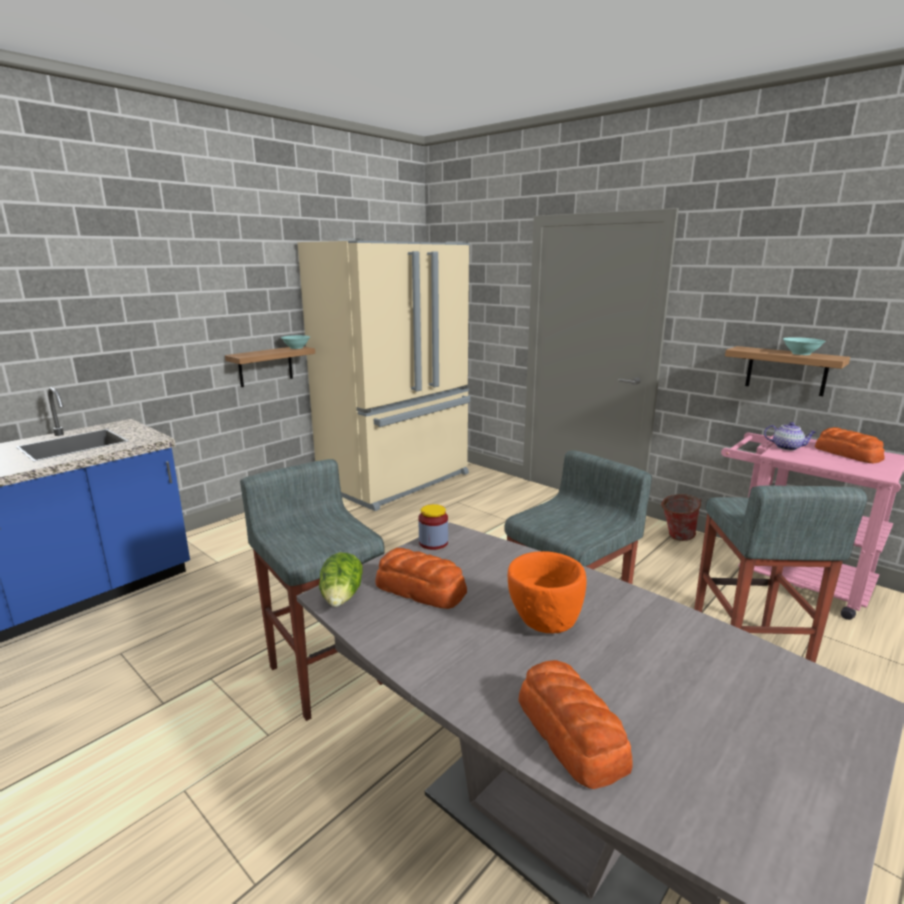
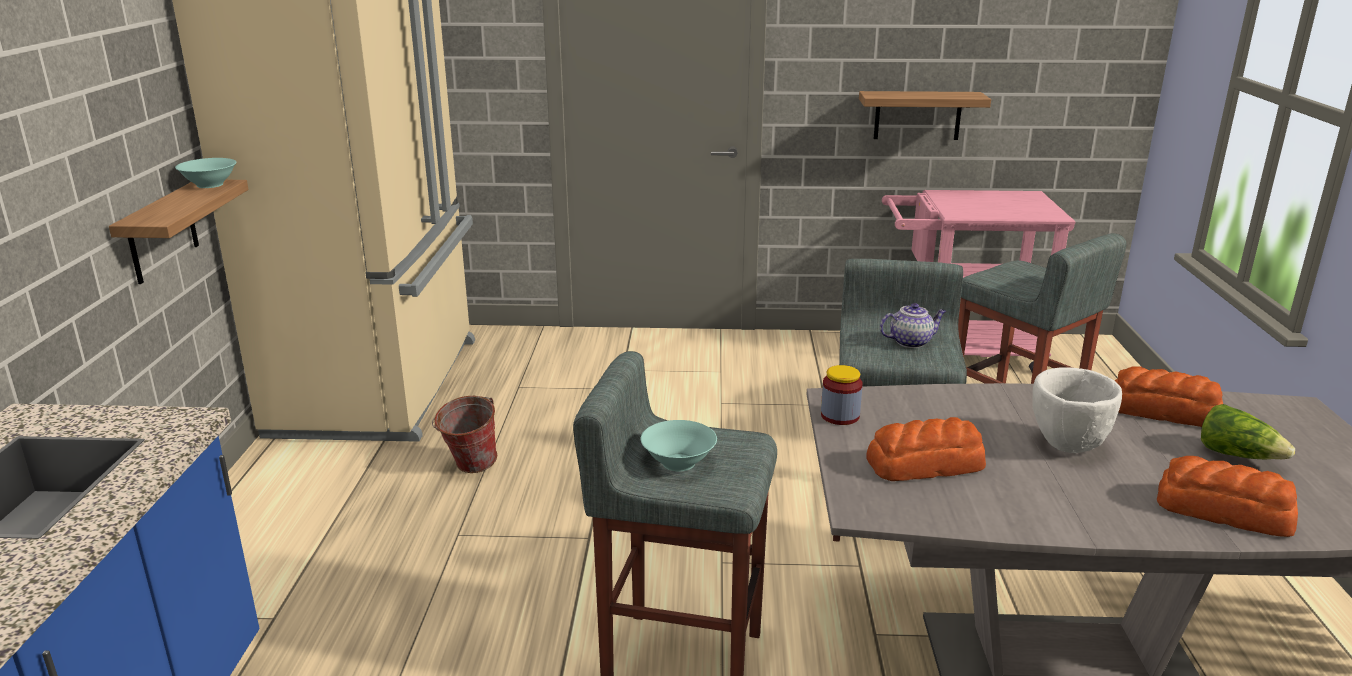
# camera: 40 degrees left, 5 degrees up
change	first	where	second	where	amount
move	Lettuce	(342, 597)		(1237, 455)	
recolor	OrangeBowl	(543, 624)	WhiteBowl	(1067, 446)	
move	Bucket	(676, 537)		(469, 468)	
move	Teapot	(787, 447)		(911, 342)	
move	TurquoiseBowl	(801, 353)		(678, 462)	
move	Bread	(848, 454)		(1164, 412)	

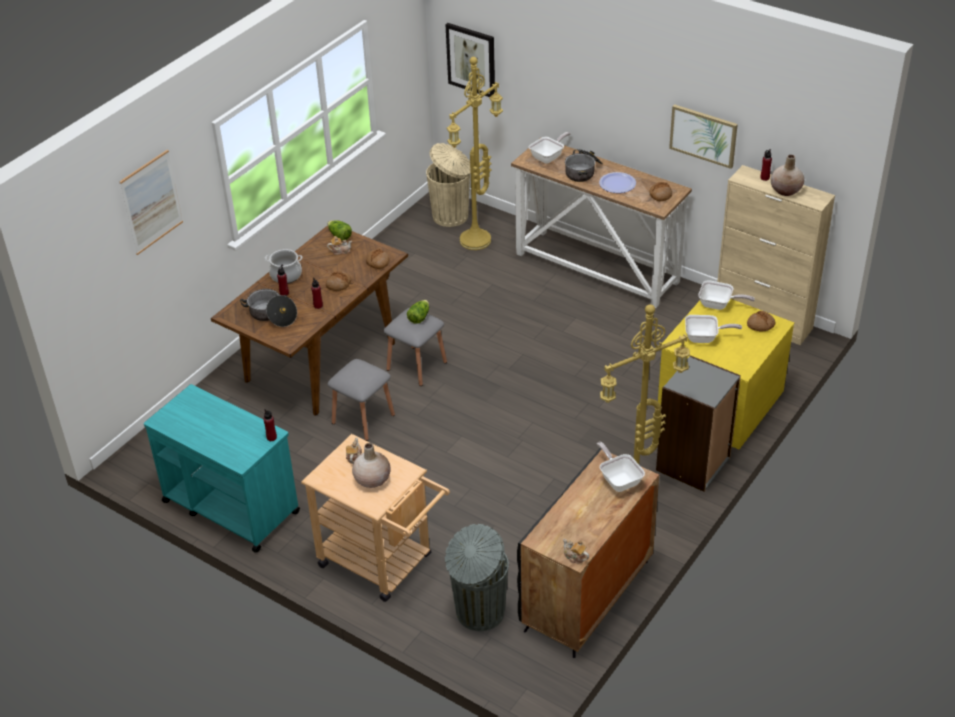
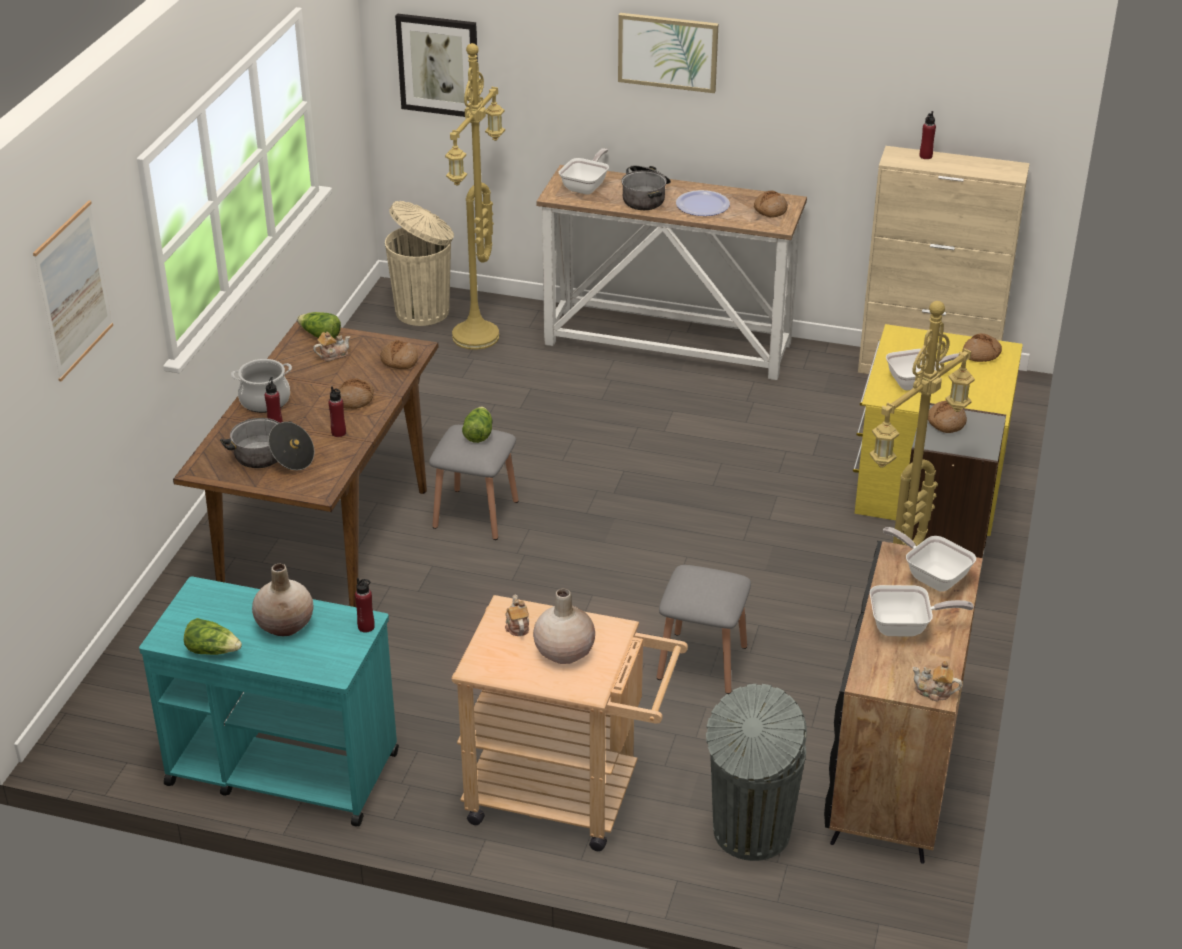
# camera: 20 degrees left, 5 degrees down
change	first	where	second	where	amount
move	GreyStool	(363, 419)		(702, 662)	
move	Picture	(703, 135)		(668, 52)	
move	FryingPan	(718, 305)		(906, 627)	
move	BeigeVase	(786, 190)		(285, 625)	
insert			Lettuce	(213, 650)	
insert			Bread	(945, 422)	

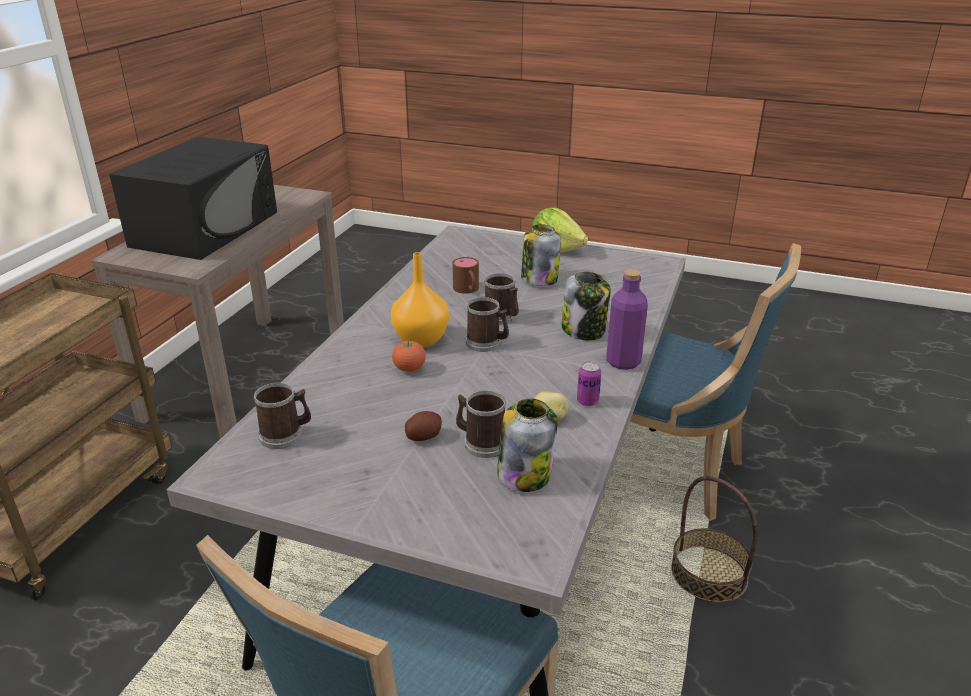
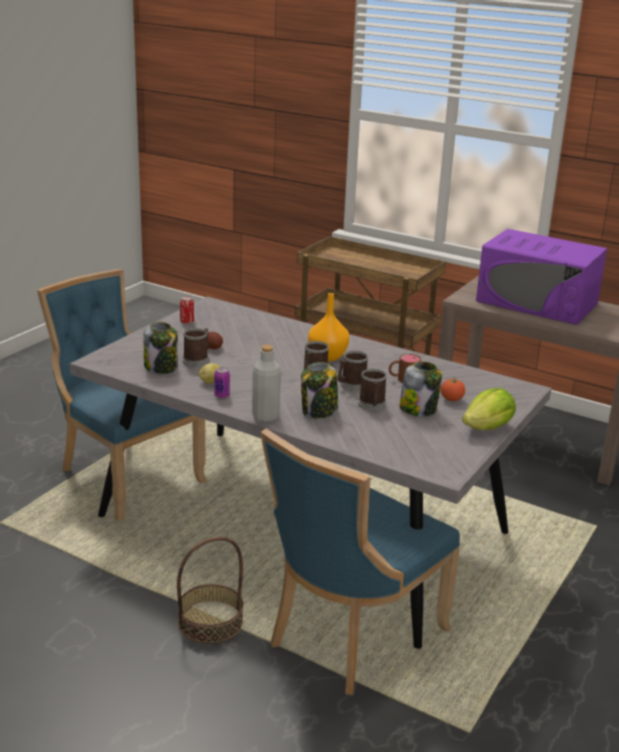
# camera: 100 degrees right, 5 degrees down
change	first	where	second	where	amount
recolor	BlackMicrowave	(206, 229)	PurpleMicrowave	(537, 302)	
move	Mug	(286, 435)		(372, 406)	
move	Tomato	(409, 369)		(451, 399)	
recolor	PurpleBottle	(623, 362)	GreyBottle	(265, 417)	
insert			Can	(187, 321)	

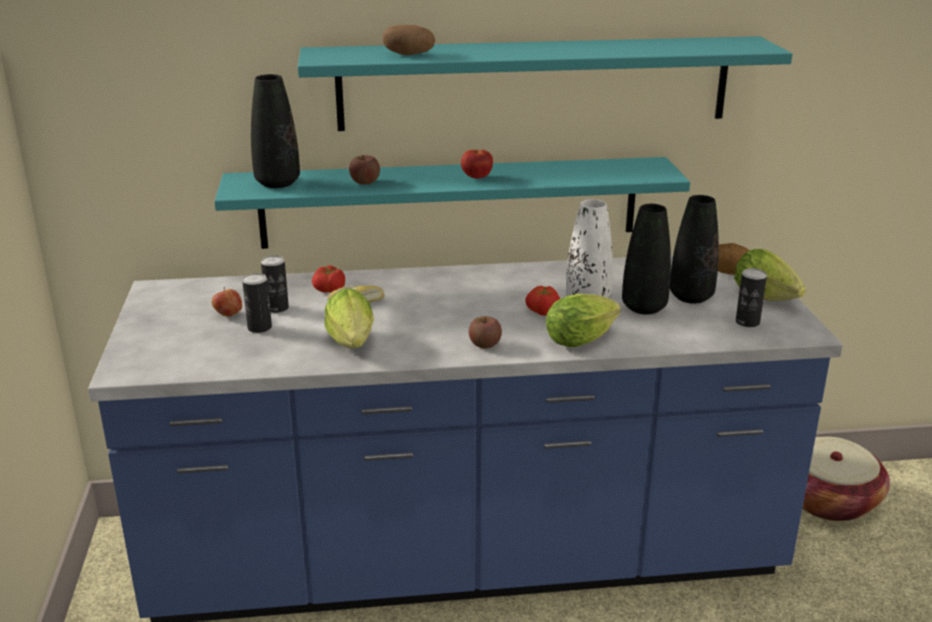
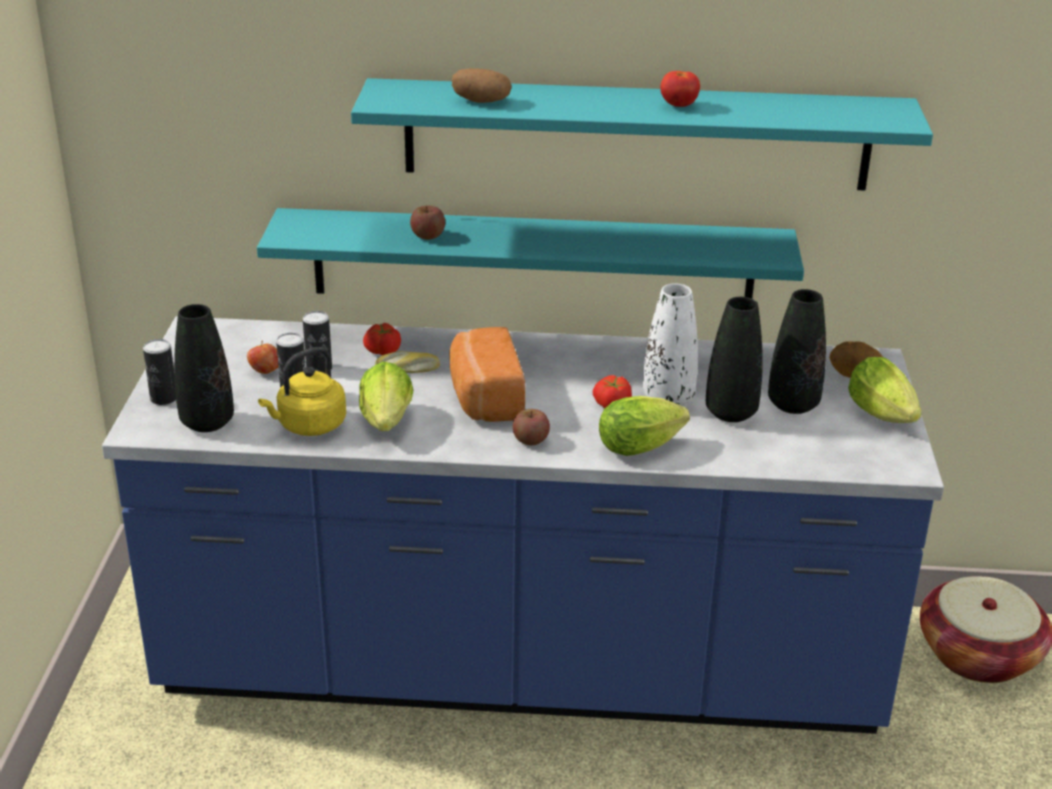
# camera: 10 degrees right, 5 degrees up
change	first	where	second	where	amount
move	BlackVase	(277, 183)		(207, 422)	
move	Tomato	(476, 177)		(678, 105)	
move	Can	(747, 322)		(163, 398)	
insert			YellowKettle	(308, 426)	
insert			Bread	(484, 399)	

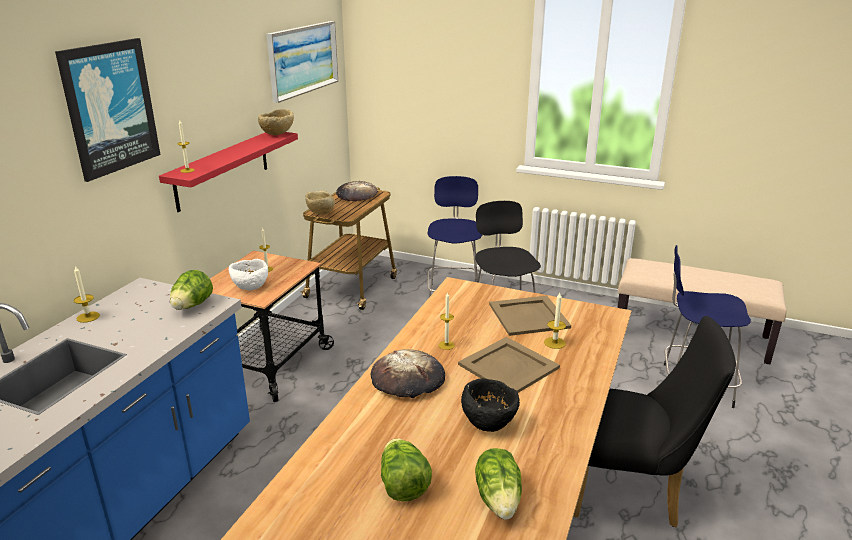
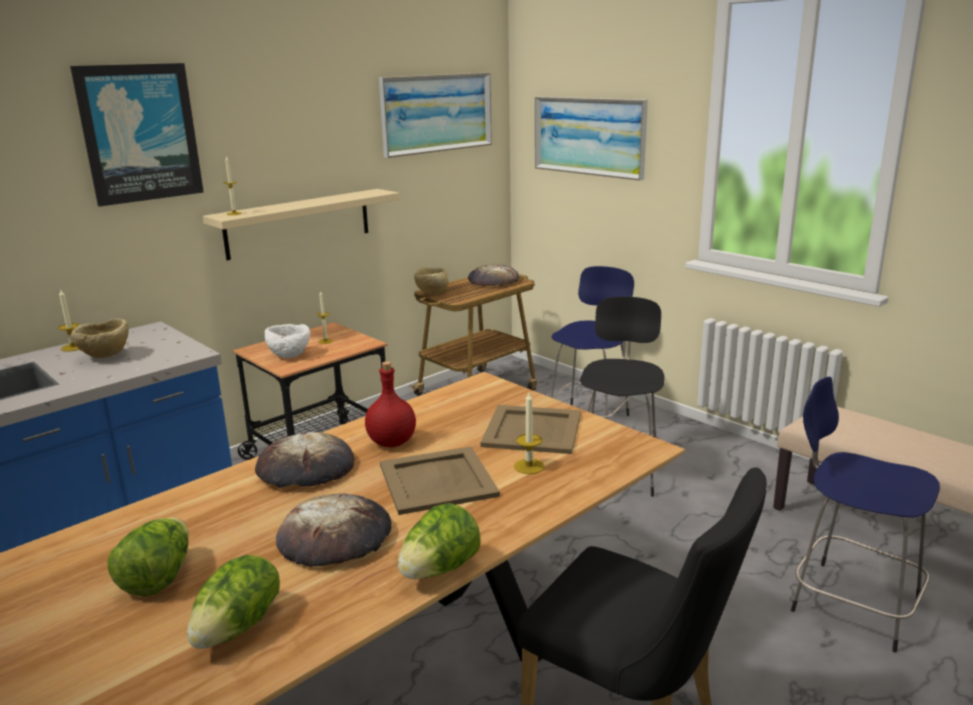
# camera: 25 degrees right, 5 degrees down
change	first	where	second	where	amount
recolor	RedShelf	(222, 169)	BeigeShelf	(299, 223)	
move	Lettuce	(192, 306)		(439, 570)	
move	BeigeBowl	(277, 135)		(105, 357)	
replace	Candle	(446, 345)	RedBottle	(392, 442)	
replace	BlackBowl	(489, 423)	Bread	(336, 537)	
insert			Picture	(589, 136)	

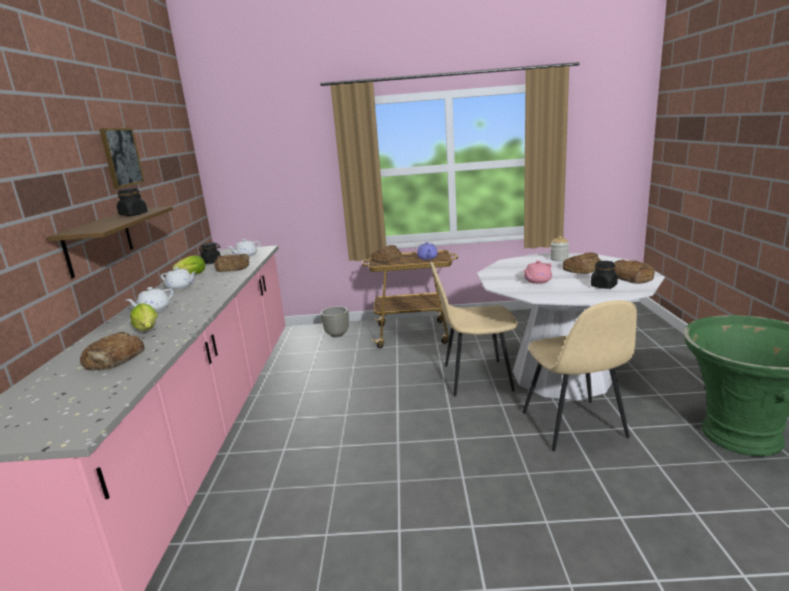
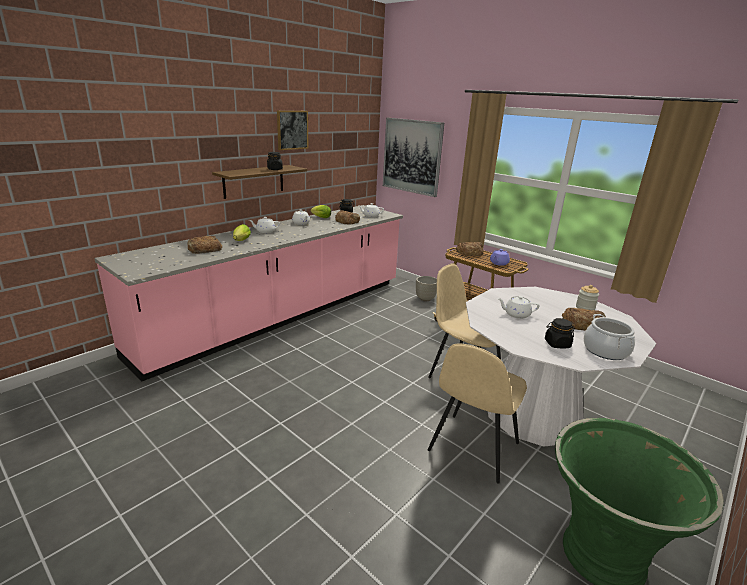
# camera: 40 degrees right, 5 degrees up
change	first	where	second	where	amount
recolor	PinkTeapot	(537, 281)	WhiteTeapot	(516, 314)	
replace	Bread	(632, 277)	CookingPot	(605, 350)	
insert			Picture	(412, 156)	

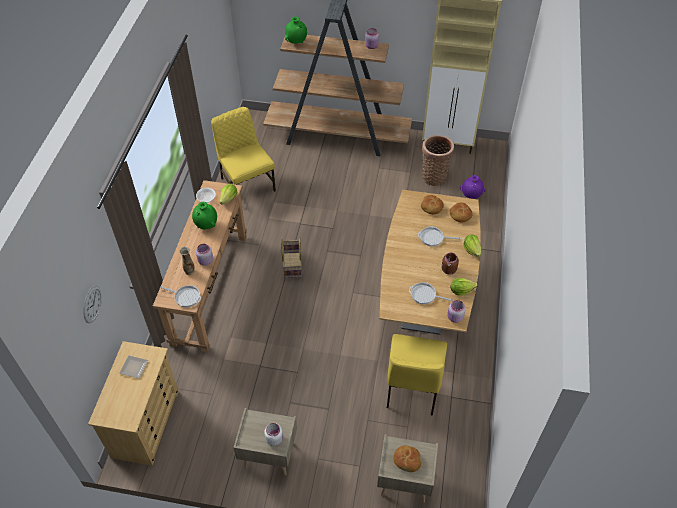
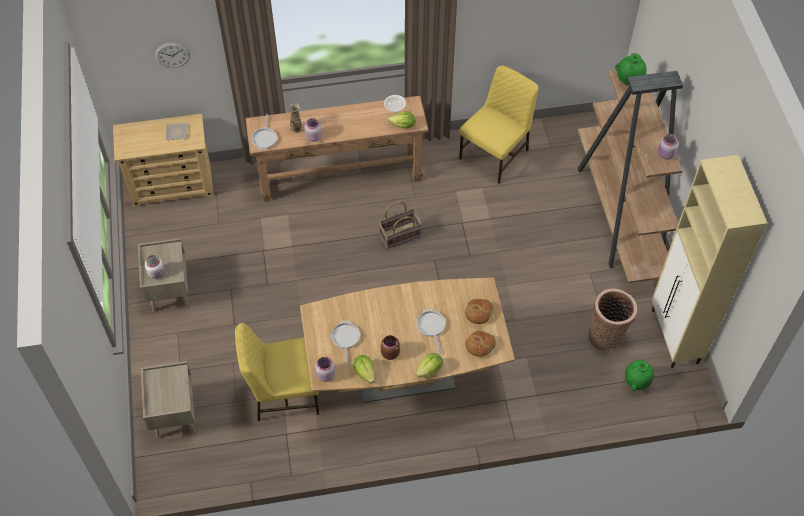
# camera: 70 degrees right, 5 degrees up
change	first	where	second	where	amount
move	GreenVase	(206, 225)		(636, 382)	
delete	Bread	(407, 460)			
delete	PurpleVase	(471, 196)			

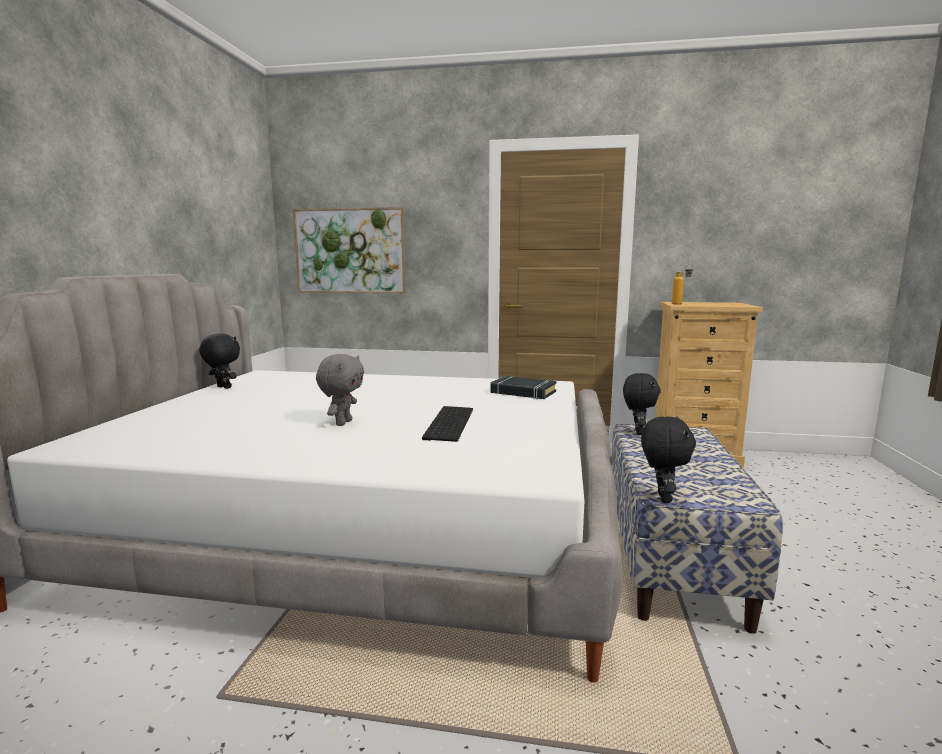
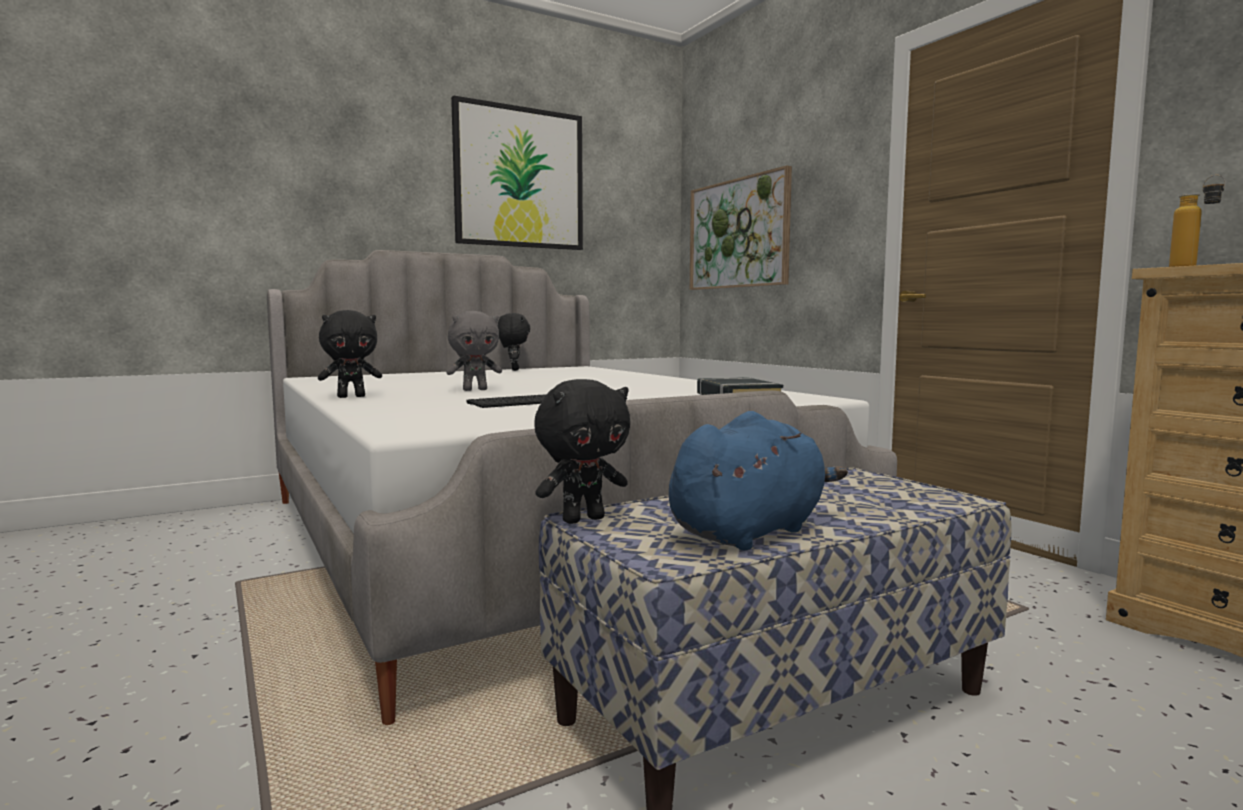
# camera: 50 degrees right, 5 degrees down
change	first	where	second	where	amount
move	BlackPlushToy	(637, 432)		(351, 396)	
insert			Picture	(519, 178)	
insert			BluePlushToy	(751, 531)	

